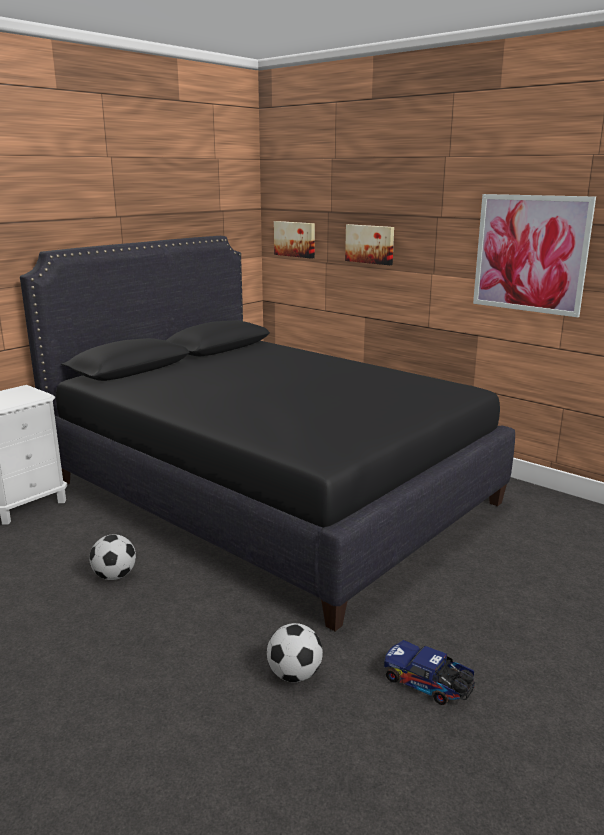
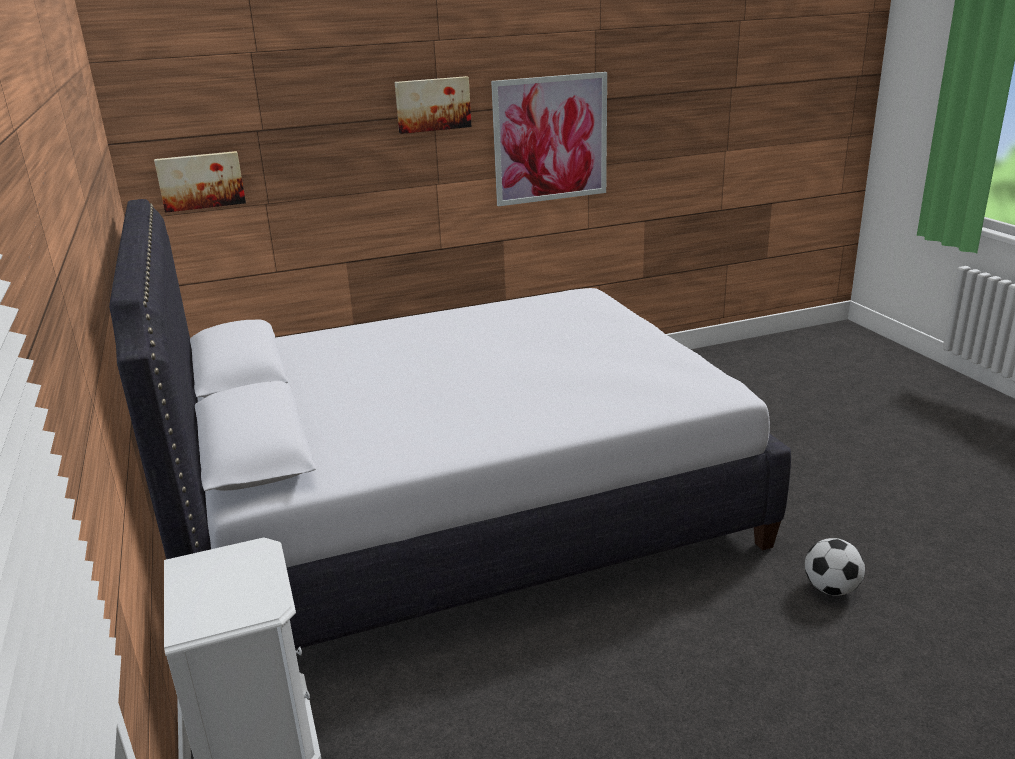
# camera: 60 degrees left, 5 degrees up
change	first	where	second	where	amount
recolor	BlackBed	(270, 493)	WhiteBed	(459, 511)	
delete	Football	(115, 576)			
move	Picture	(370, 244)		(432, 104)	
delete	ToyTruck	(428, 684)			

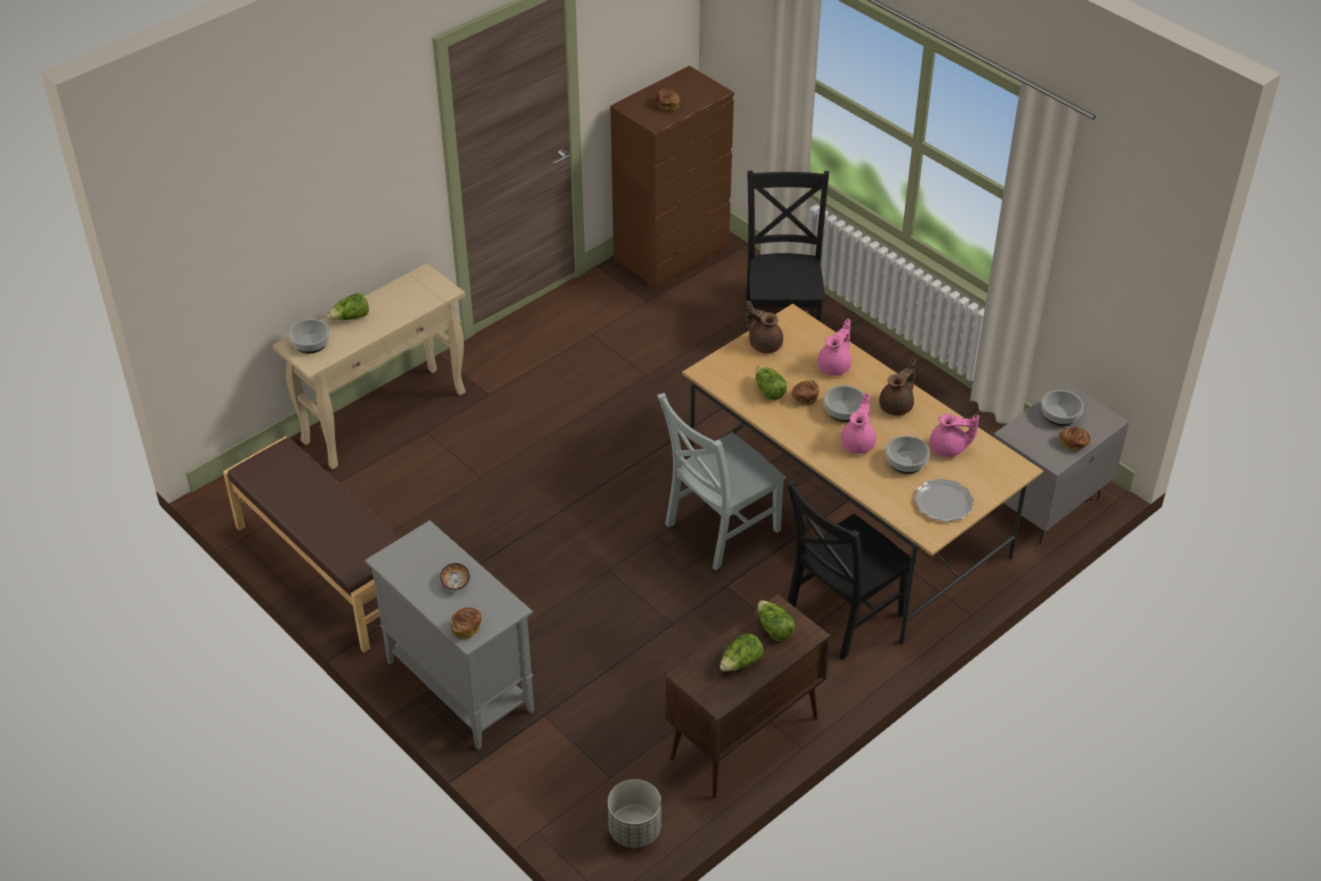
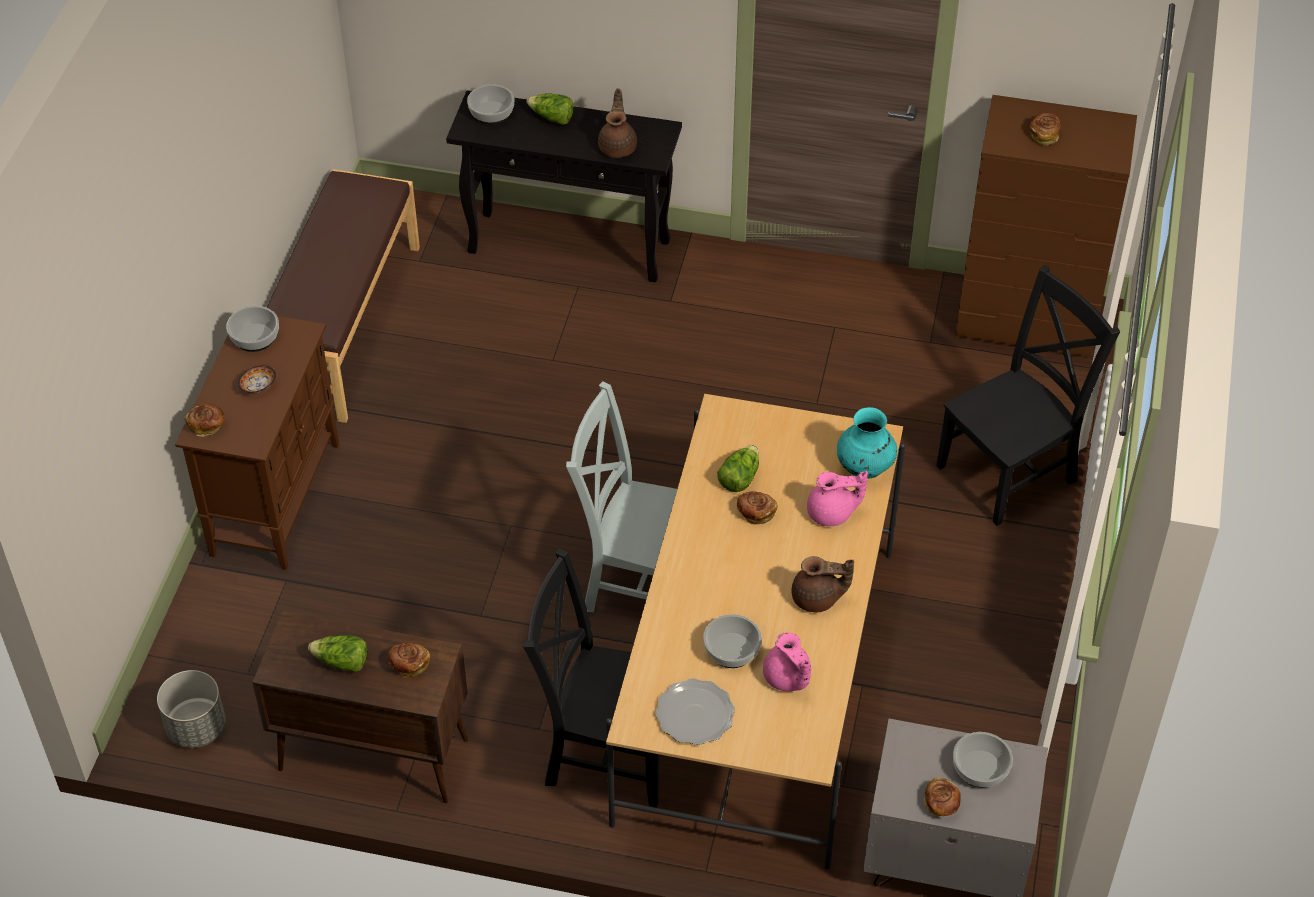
# camera: 55 degrees right, 5 degrees up
change	first	where	second	where	amount
recolor	BeigeConsoleTable	(385, 416)	BlackConsoleTable	(571, 247)	
recolor	GreyCabinet	(458, 685)	BrownCabinet	(276, 497)	
move	BrownTeapot	(764, 344)		(618, 146)	
replace	Lettuce	(773, 628)	Bread	(409, 665)	
move	Bowl	(844, 410)		(255, 337)	
delete	PinkTeapot	(858, 443)			
insert			TurquoiseVase	(864, 468)	

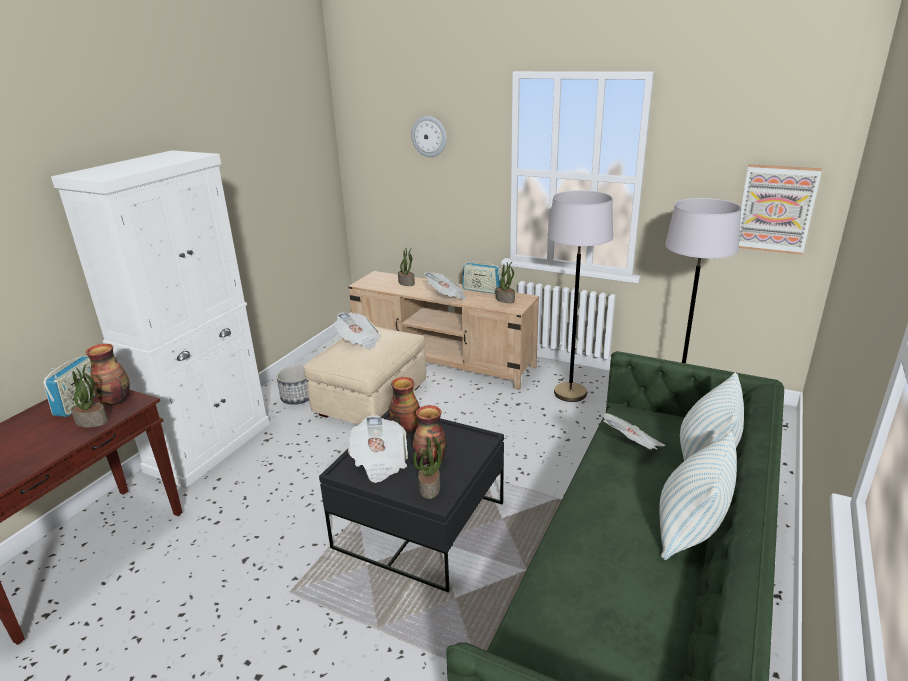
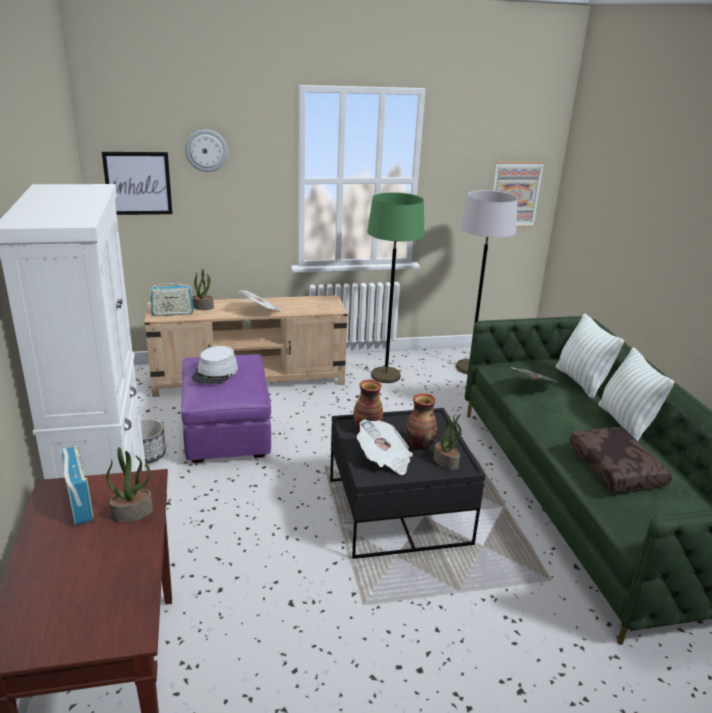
# camera: 40 degrees left, 0 degrees up
change	first	where	second	where	amount
delete	Vase	(116, 400)			
recolor	BeigeOttoman	(371, 400)	PurpleOttoman	(226, 433)	
replace	Newspaper	(359, 341)	GreyHat	(215, 373)	
move	Radio	(481, 290)		(172, 313)	
delete	PottedPlant	(505, 299)			
recolor	GreyFloorLamp	(570, 393)	GreenFloorLamp	(385, 376)	
insert			Picture	(138, 183)	
insert			BrownPillow	(617, 468)	

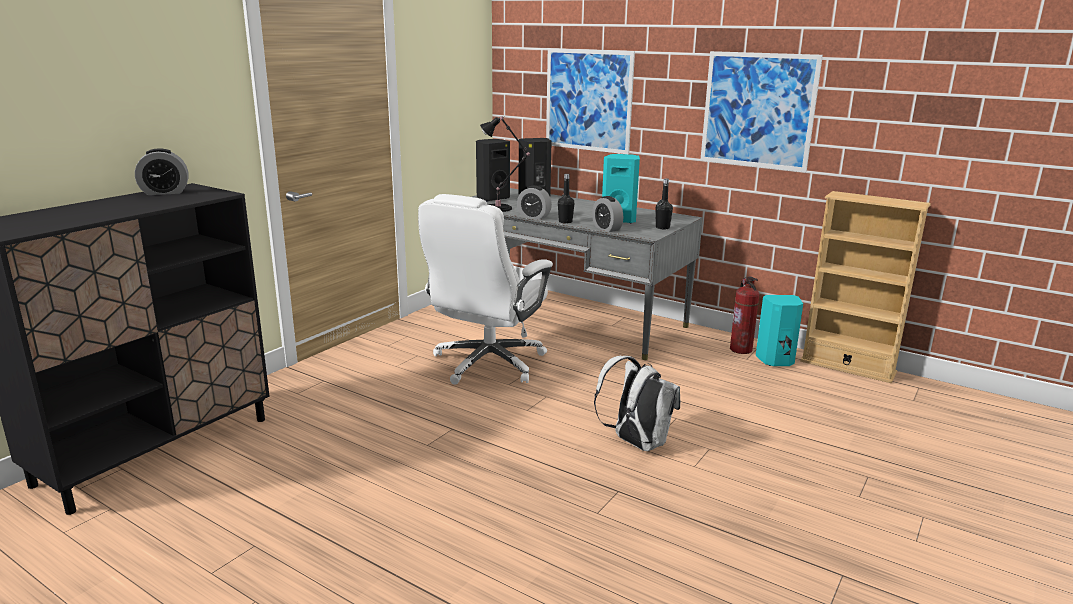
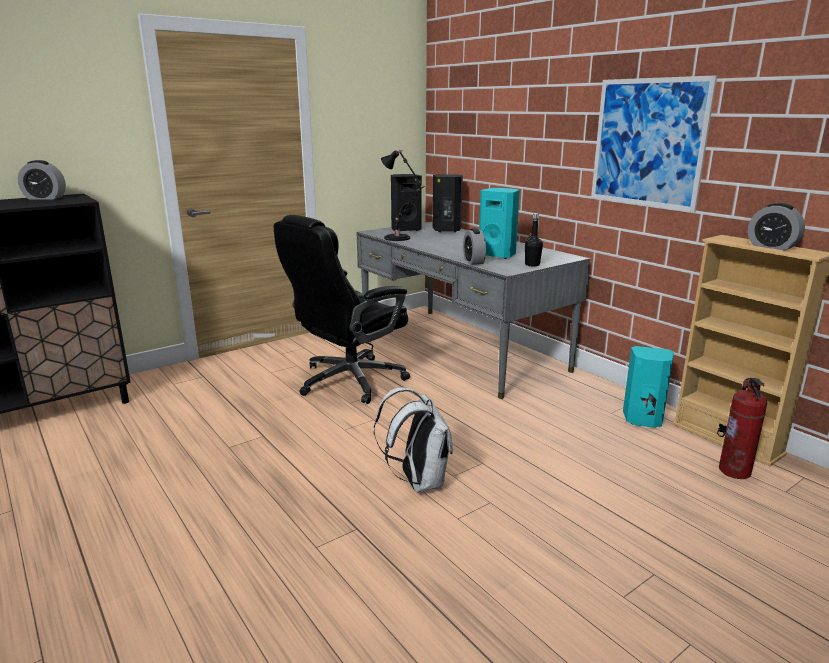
# camera: 20 degrees right, 0 degrees up
change	first	where	second	where	amount
recolor	WhiteOfficeChair	(487, 363)	BlackOfficeChair	(349, 381)	
move	AlarmClock	(534, 216)		(772, 246)	
delete	Picture	(588, 100)			
delete	BlackBottle	(565, 222)			
move	FireExtinguisher	(741, 349)		(735, 471)	

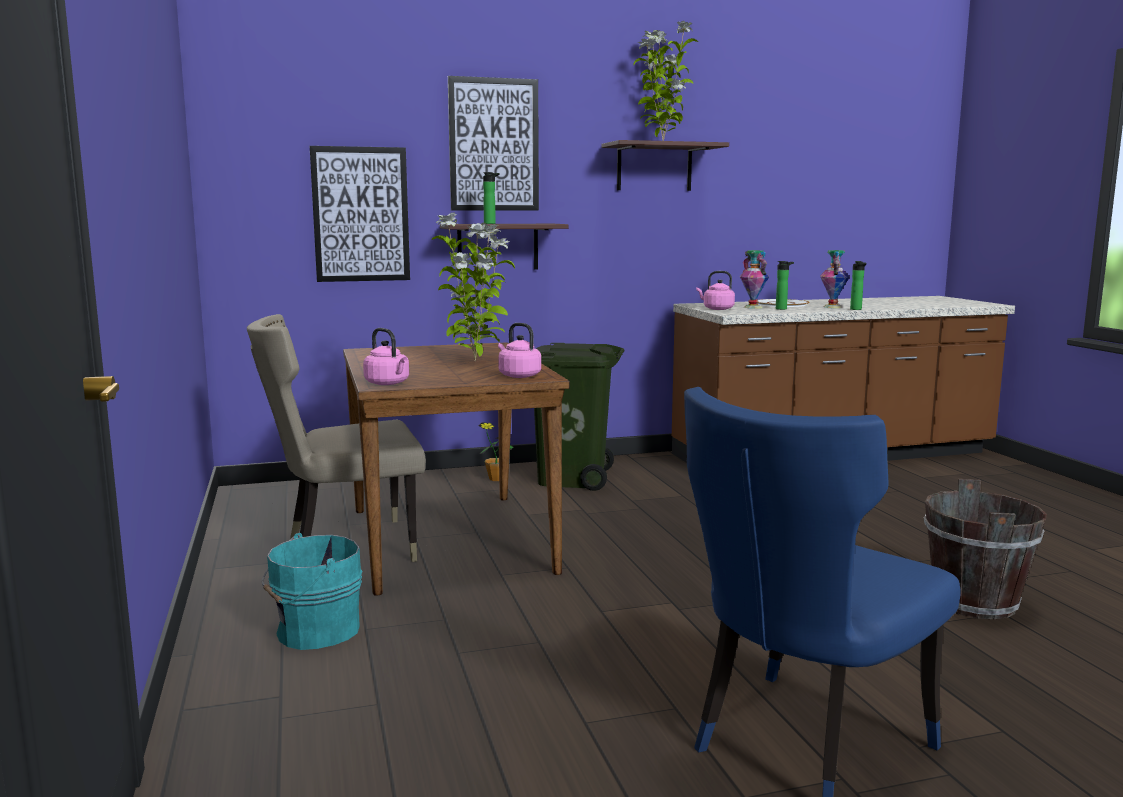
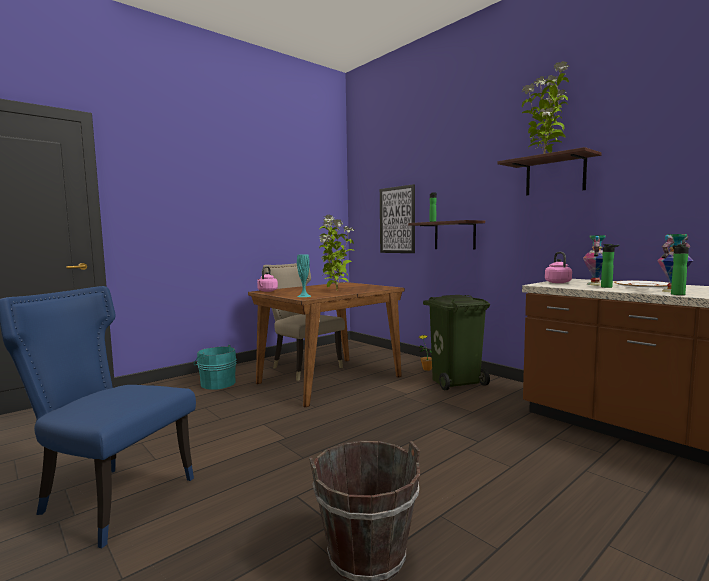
# camera: 65 degrees right, 5 degrees down
change	first	where	second	where	amount
delete	Picture	(494, 145)			
replace	PinkKettle	(518, 375)	TurquoiseVase	(304, 296)	

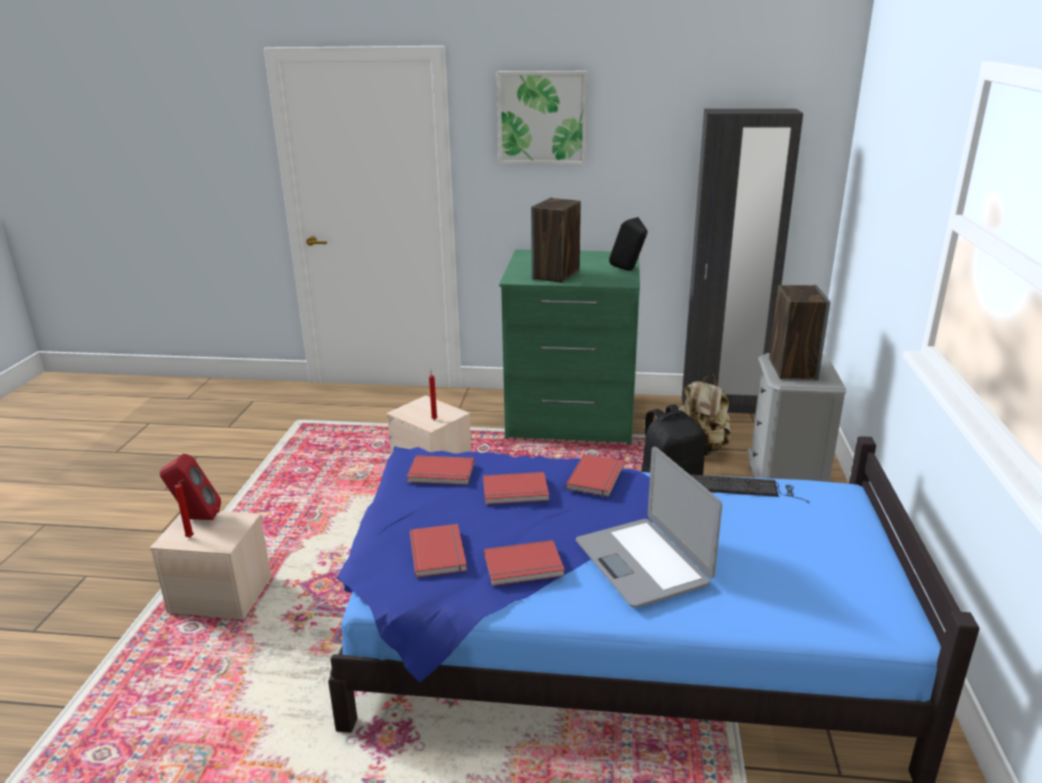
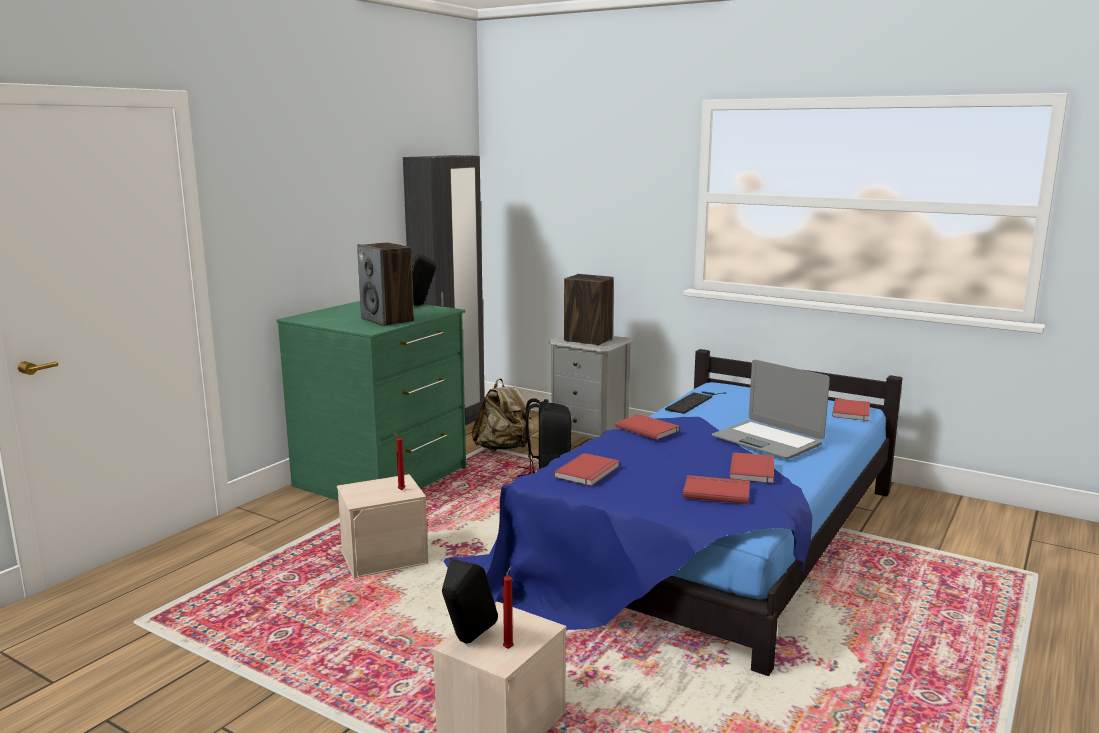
# camera: 65 degrees left, 10 degrees down
change	first	where	second	where	amount
recolor	RedSpeaker	(196, 518)	BlackSpeaker	(467, 642)	
move	RedBook	(516, 492)		(853, 412)	
delete	Picture	(542, 118)			
rotate	Laptop	(643, 562)		(767, 441)	45 degrees clockwise

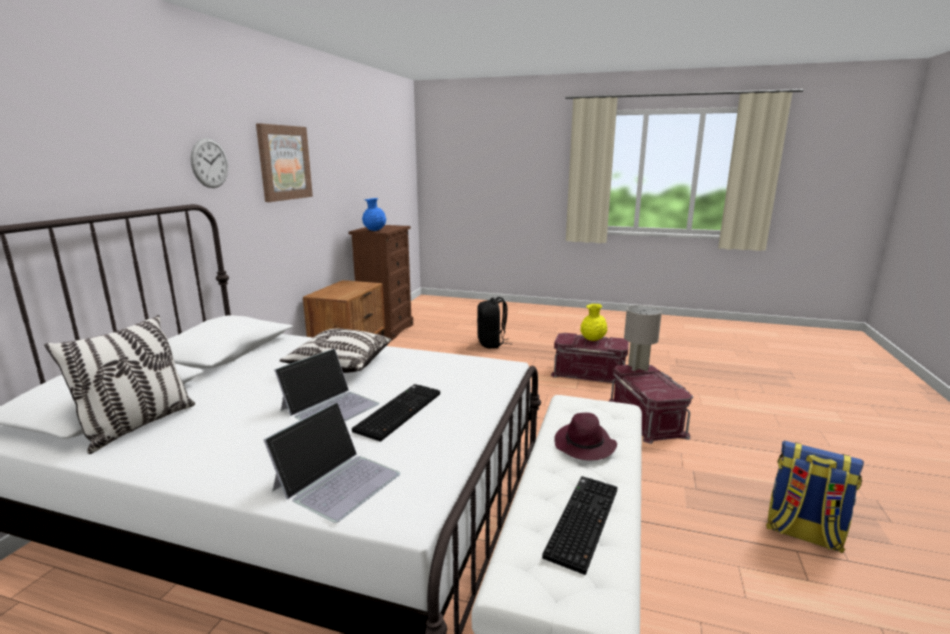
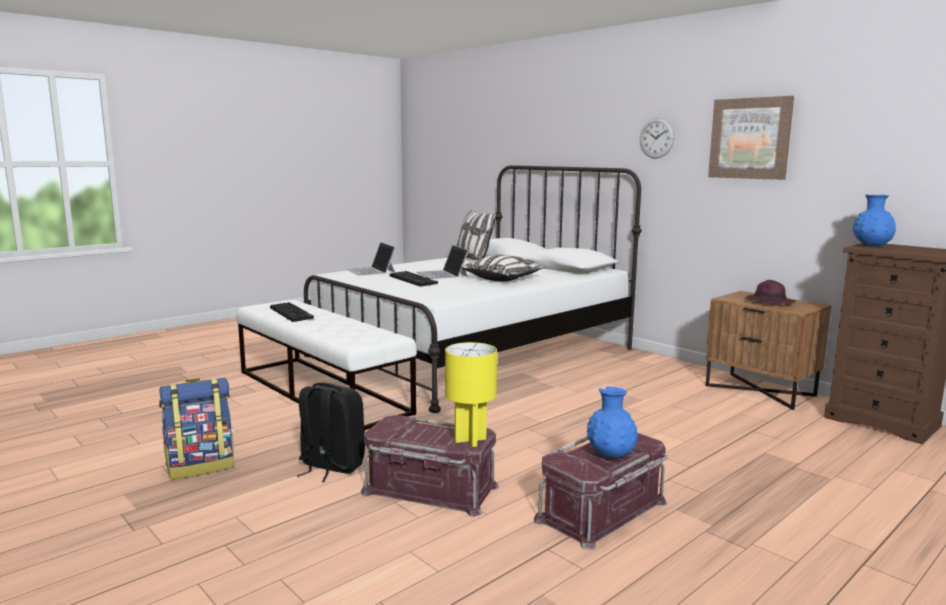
# camera: 120 degrees right, 5 degrees down
change	first	where	second	where	amount
move	BlackBackpack	(492, 344)		(330, 466)	
move	PurpleHat	(585, 445)		(768, 303)	
recolor	YellowVase	(592, 340)	BlueVase	(611, 455)	
recolor	GreyTableLamp	(638, 368)	YellowTableLamp	(470, 440)	

